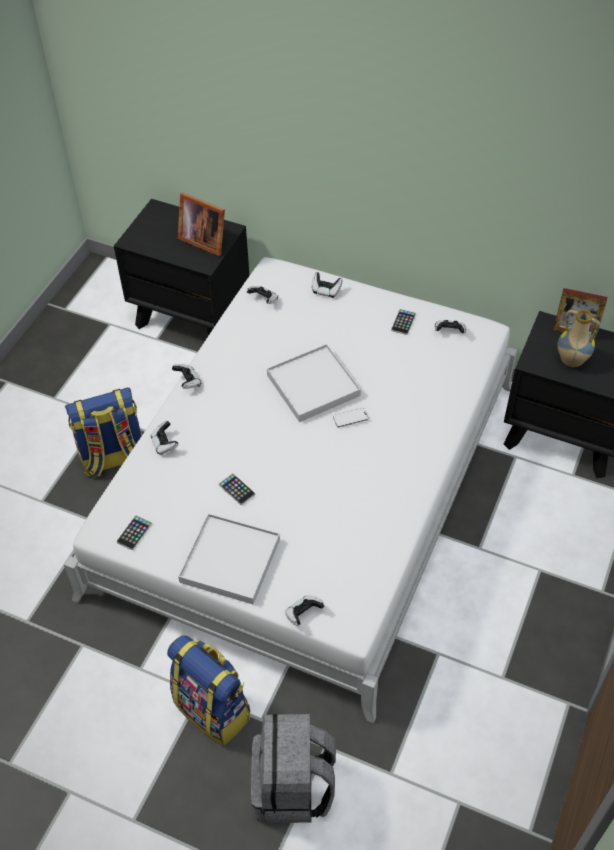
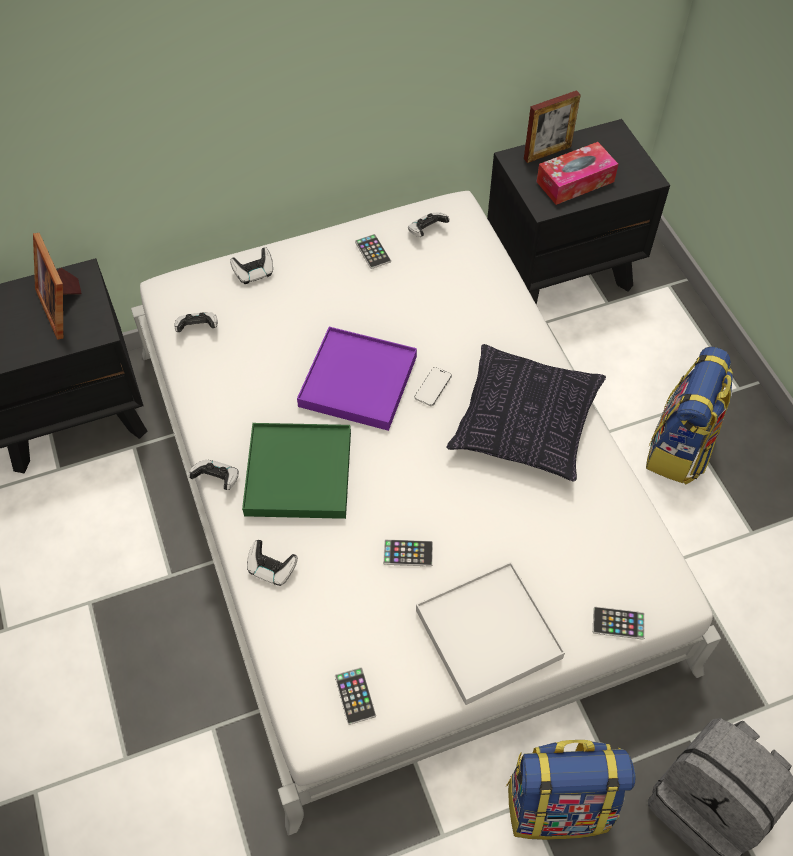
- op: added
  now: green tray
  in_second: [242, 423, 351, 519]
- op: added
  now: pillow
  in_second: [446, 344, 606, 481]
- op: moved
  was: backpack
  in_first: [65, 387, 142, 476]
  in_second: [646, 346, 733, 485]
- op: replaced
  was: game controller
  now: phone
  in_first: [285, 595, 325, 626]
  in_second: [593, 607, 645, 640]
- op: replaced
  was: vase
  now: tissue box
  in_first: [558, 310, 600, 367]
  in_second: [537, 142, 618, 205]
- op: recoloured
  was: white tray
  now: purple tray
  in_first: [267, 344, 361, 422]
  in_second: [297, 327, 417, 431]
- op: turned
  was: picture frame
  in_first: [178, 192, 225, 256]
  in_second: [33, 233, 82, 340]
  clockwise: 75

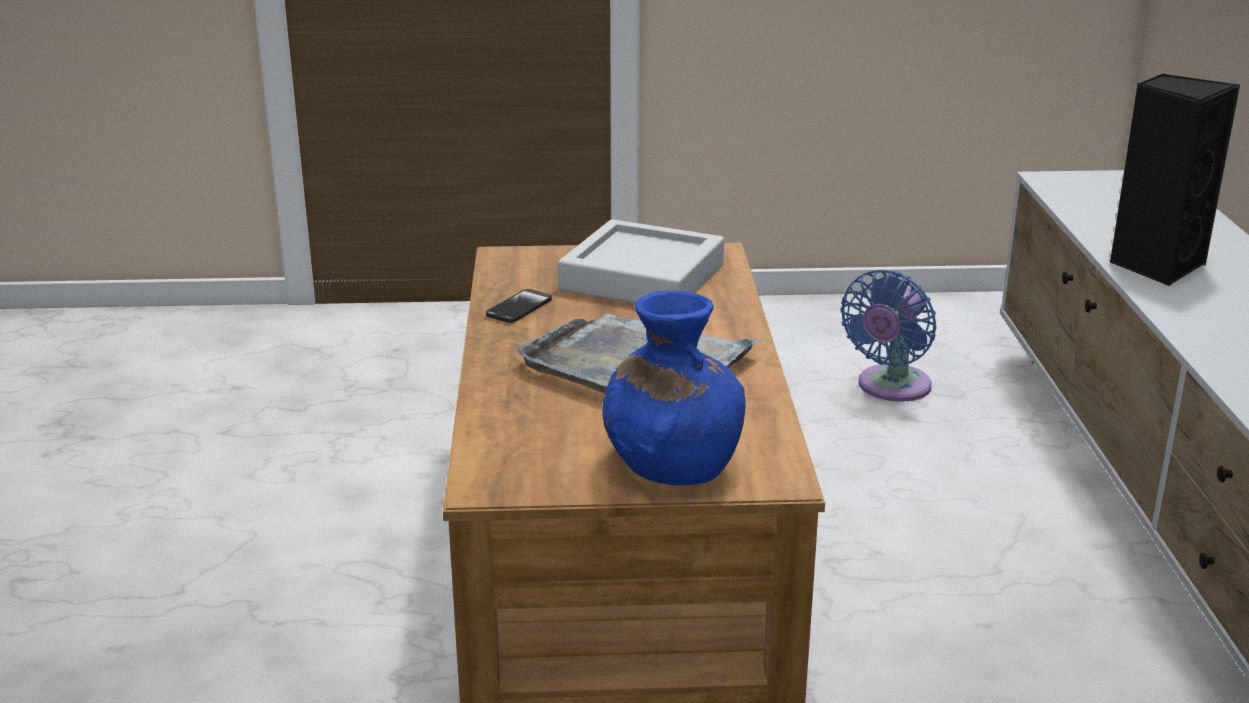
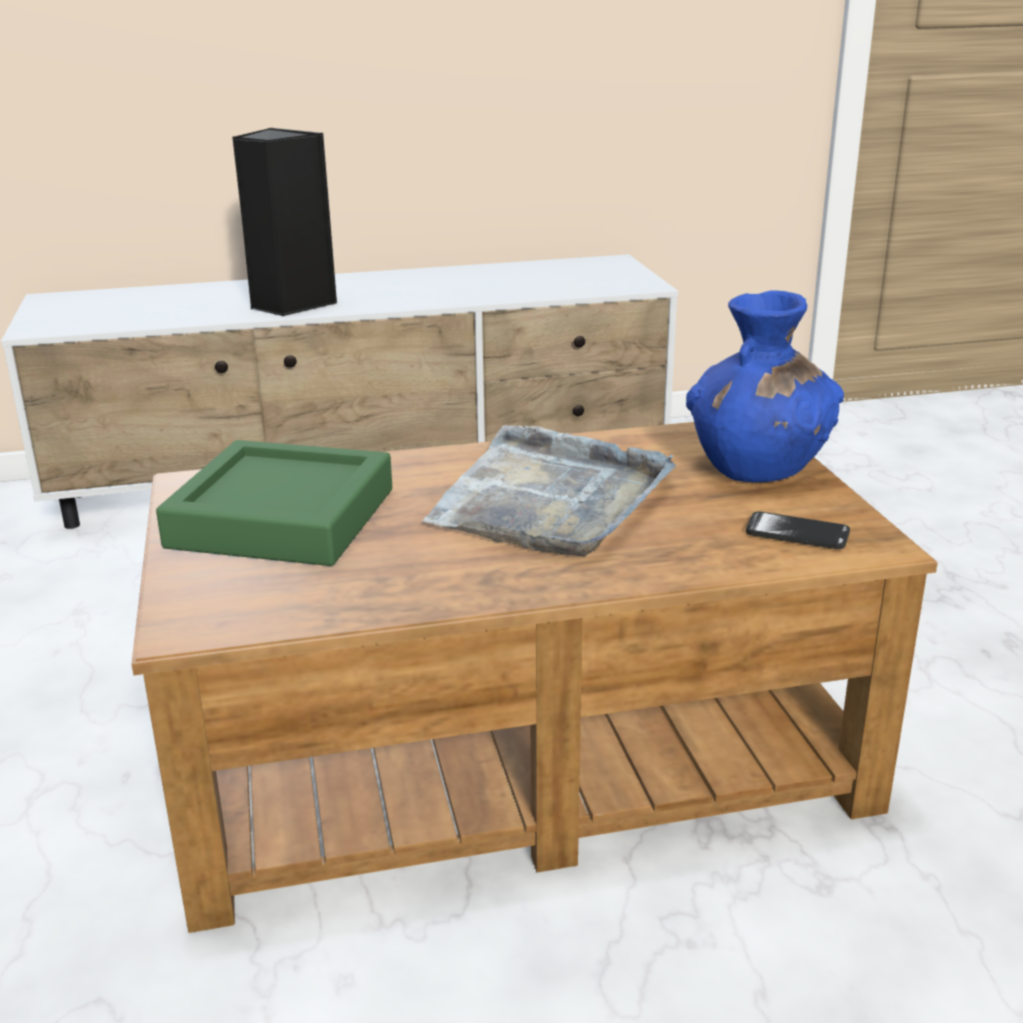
- op: removed
  was: blue fan
  in_first: [841, 270, 937, 402]
- op: moved
  was: phone
  in_first: [486, 289, 552, 323]
  in_second: [746, 512, 850, 549]
- op: recoloured
  was: grey tray
  now: green tray
  in_first: [558, 219, 724, 303]
  in_second: [156, 440, 392, 566]

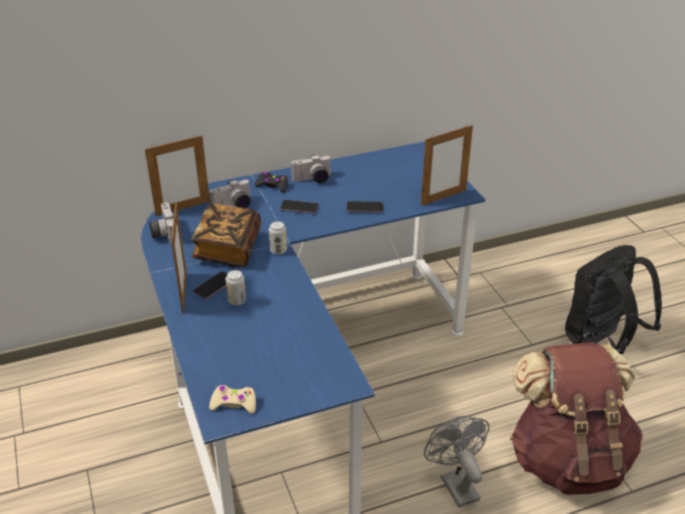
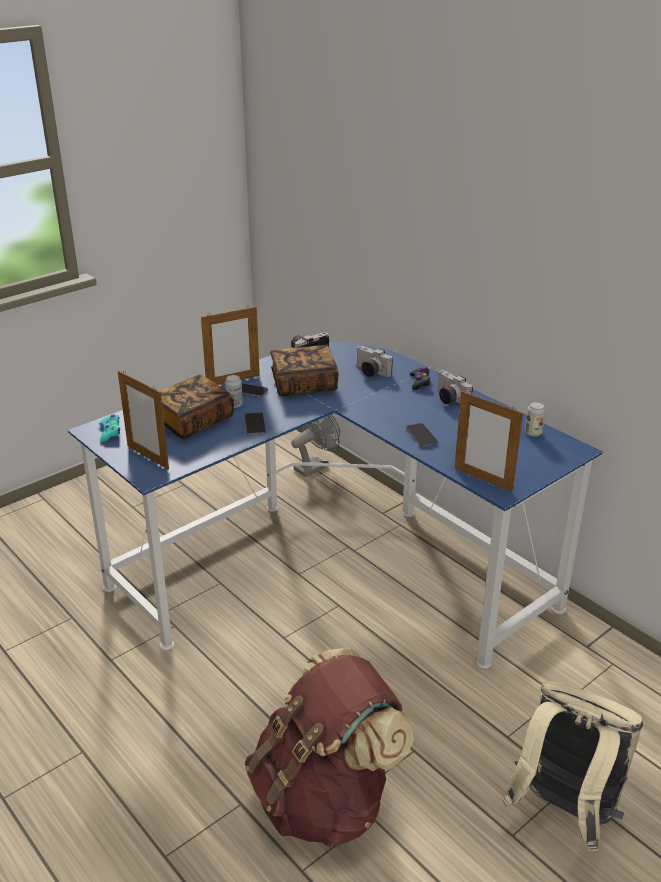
- op: added
  now: book
  in_second: [160, 375, 234, 439]
- op: moved
  was: picture frame
  in_first: [145, 135, 210, 216]
  in_second: [118, 370, 169, 470]
- op: moved
  was: can
  in_first: [269, 221, 287, 255]
  in_second: [525, 402, 546, 436]
- op: moved
  was: phone
  in_first: [280, 200, 319, 214]
  in_second: [244, 412, 266, 435]
- op: moved
  was: grey fan
  in_first: [424, 416, 490, 508]
  in_second: [291, 414, 340, 477]
- op: recoloured
  was: beige game controller
  now: turquoise game controller
  in_first: [209, 385, 256, 414]
  in_second: [99, 414, 120, 442]
- op: recoloured
  was: black backpack
  now: beige backpack
  in_first: [565, 245, 662, 354]
  in_second: [502, 681, 643, 851]

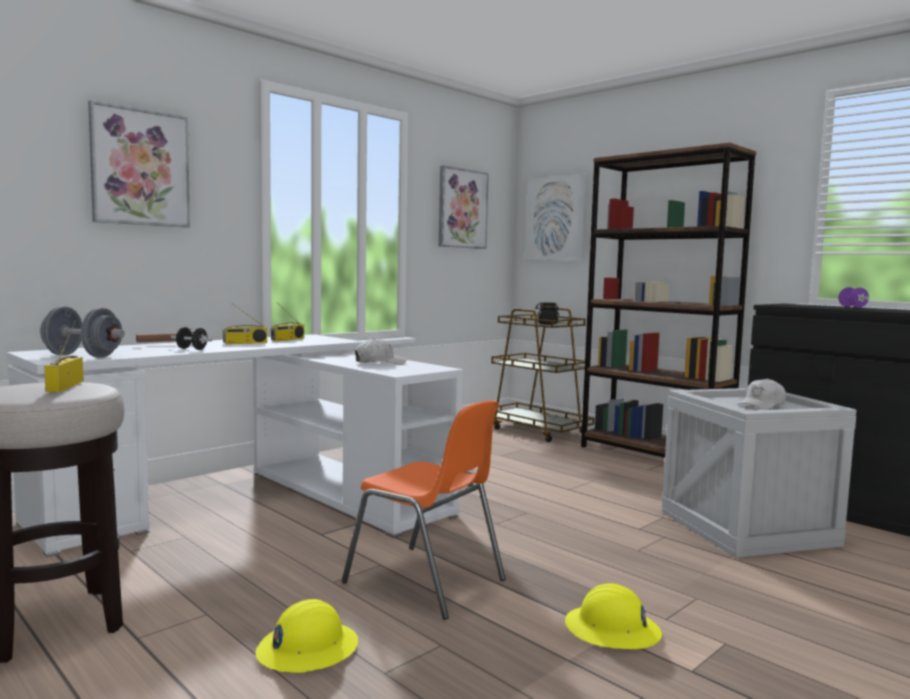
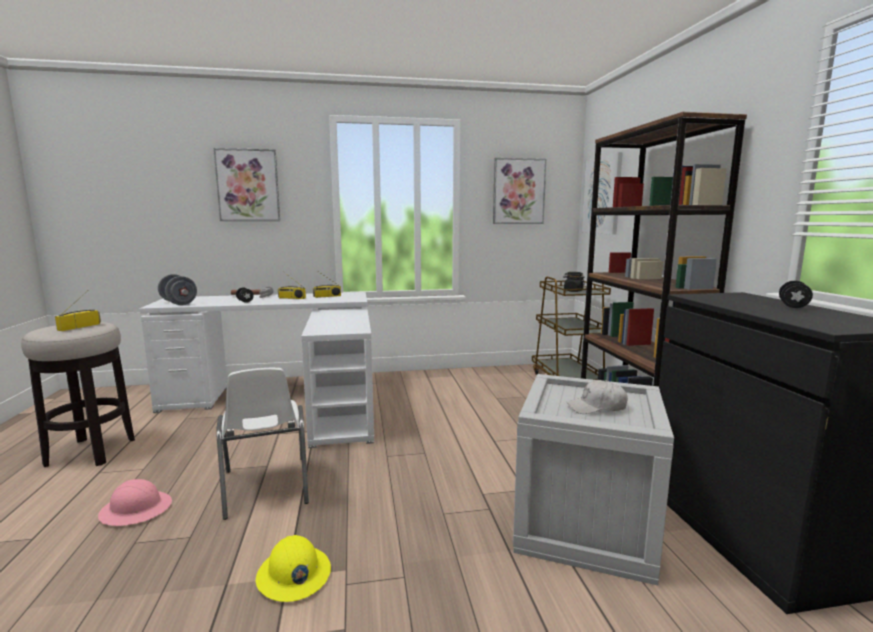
- op: removed
  was: white cap
  in_first: [355, 338, 406, 365]
- op: recoloured
  was: yellow hard hat
  now: pink hard hat
  in_first: [256, 599, 358, 672]
  in_second: [98, 479, 172, 526]
- op: recoloured
  was: orange chair
  now: white chair
  in_first: [342, 400, 506, 620]
  in_second: [216, 368, 309, 520]
- op: recoloured
  was: purple dumbbell
  now: black dumbbell
  in_first: [839, 287, 870, 308]
  in_second: [779, 281, 813, 308]

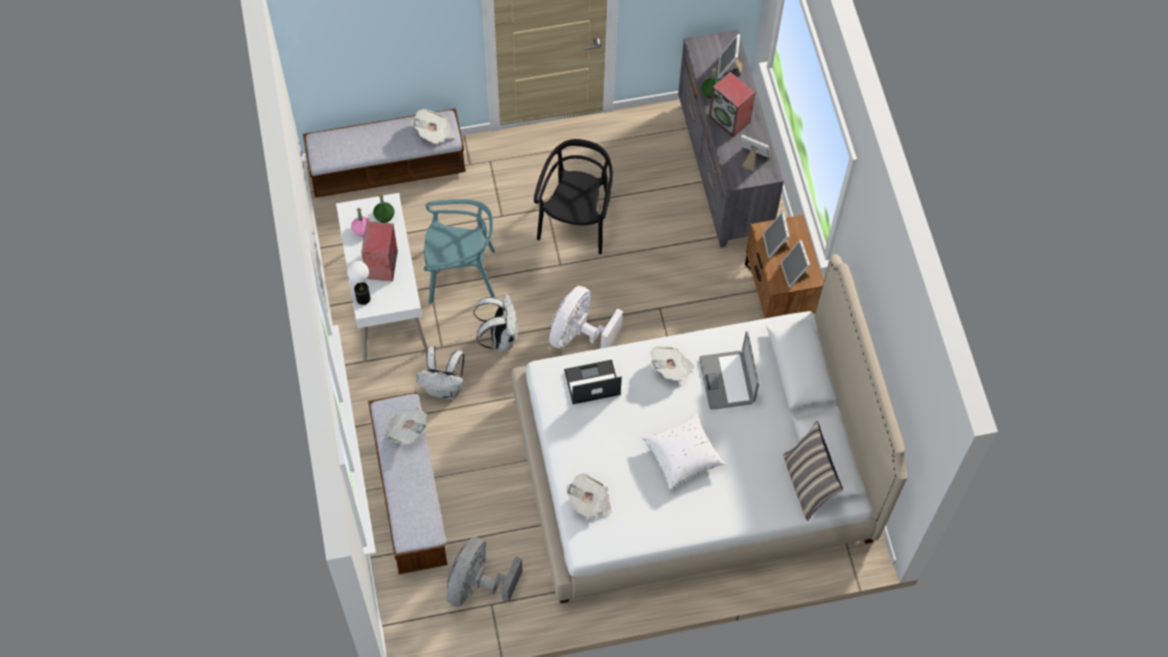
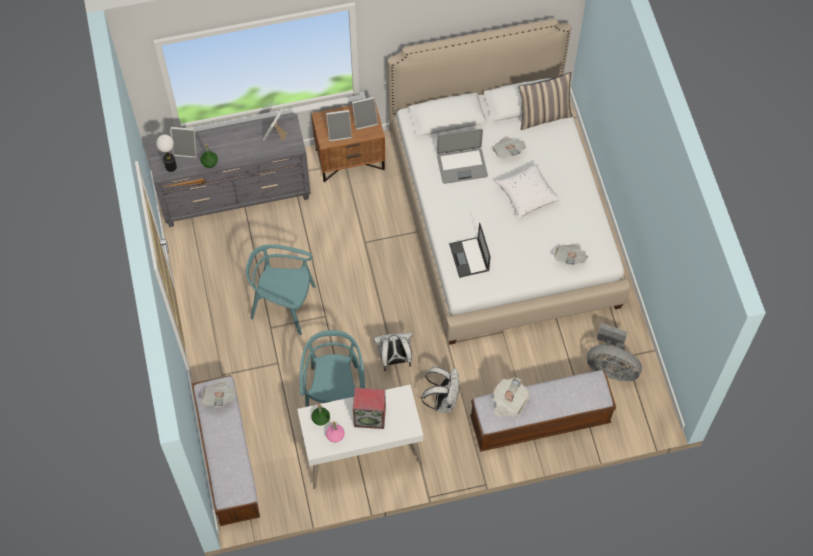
- op: removed
  was: white fan
  in_first: [549, 286, 623, 349]
- op: removed
  was: speaker
  in_first: [708, 72, 755, 137]
- op: moved
  was: table lamp
  in_first: [347, 261, 371, 305]
  in_second: [156, 135, 177, 172]
- op: moved
  was: newspaper
  in_first: [650, 346, 695, 381]
  in_second: [492, 136, 526, 158]
- op: recoloured
  was: black chair
  now: turquoise chair
  in_first: [534, 139, 613, 254]
  in_second: [246, 244, 316, 335]

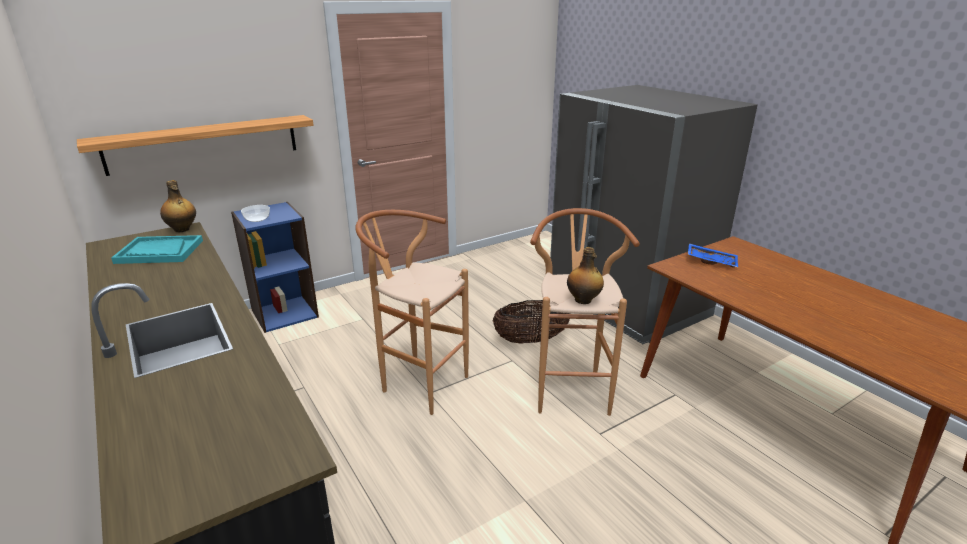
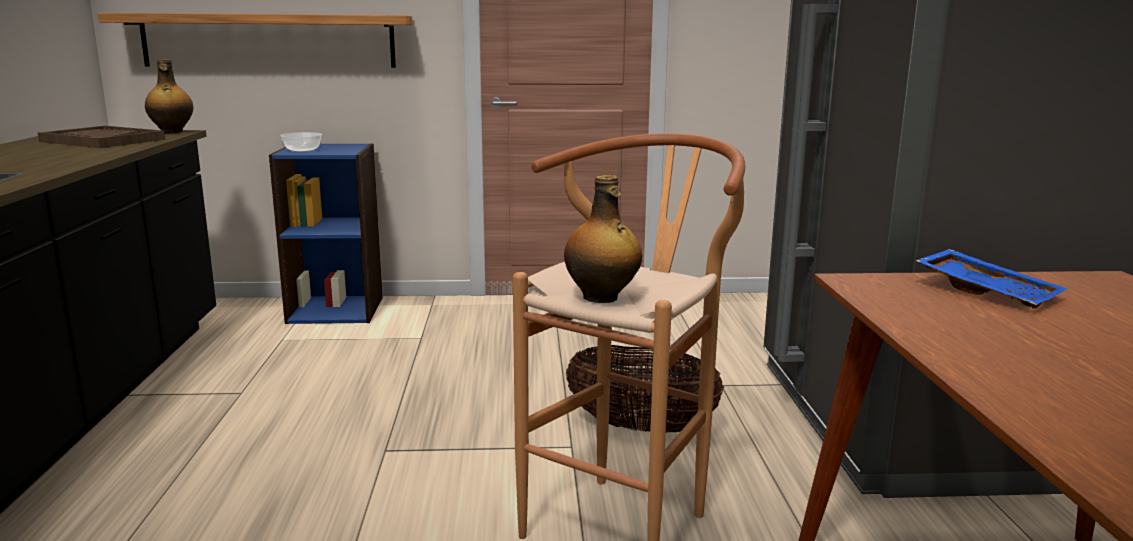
- op: removed
  was: brown stool
  in_first: [355, 210, 469, 415]
- op: recoloured
  was: turquoise tray
  now: brown tray
  in_first: [111, 235, 203, 264]
  in_second: [38, 126, 165, 148]

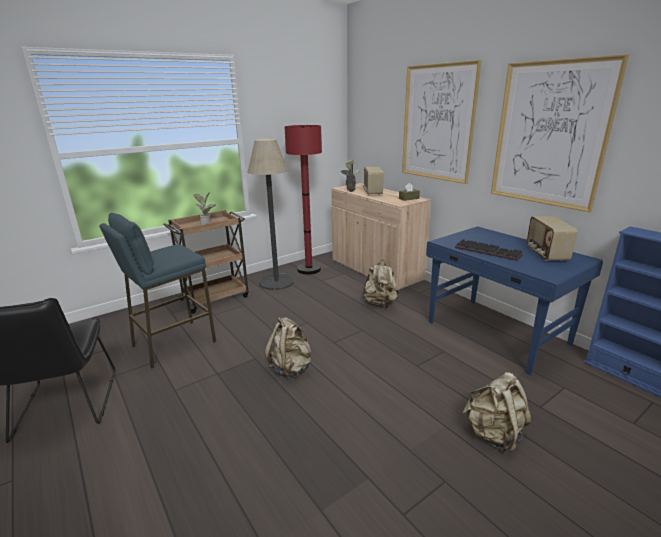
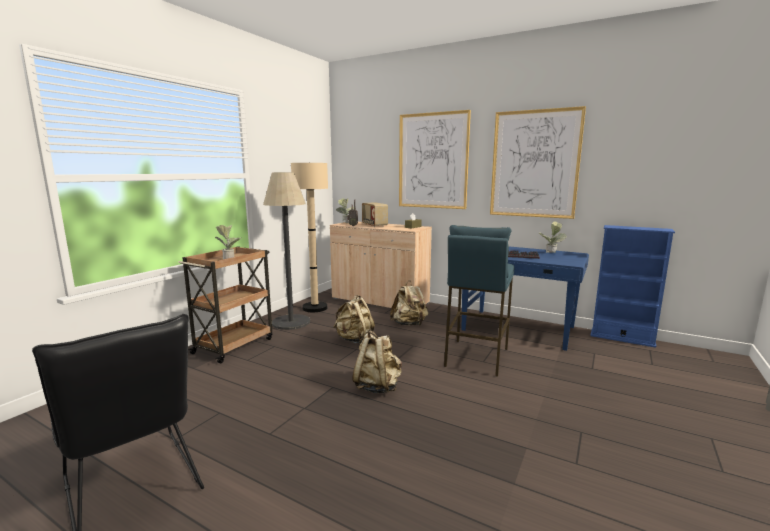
- op: moved
  was: blue stool
  in_first: [100, 213, 216, 369]
  in_second: [444, 225, 515, 377]
- op: moved
  was: beige backpack
  in_first: [462, 372, 532, 453]
  in_second: [333, 295, 375, 344]
- op: replaced
  was: radio
  now: potted plant
  in_first: [527, 216, 578, 261]
  in_second: [539, 221, 567, 253]
- op: recoloured
  was: red floor lamp
  now: beige floor lamp
  in_first: [284, 125, 322, 275]
  in_second: [291, 162, 328, 312]

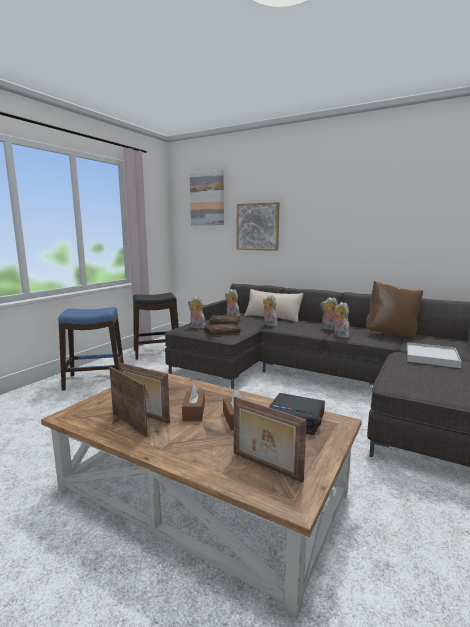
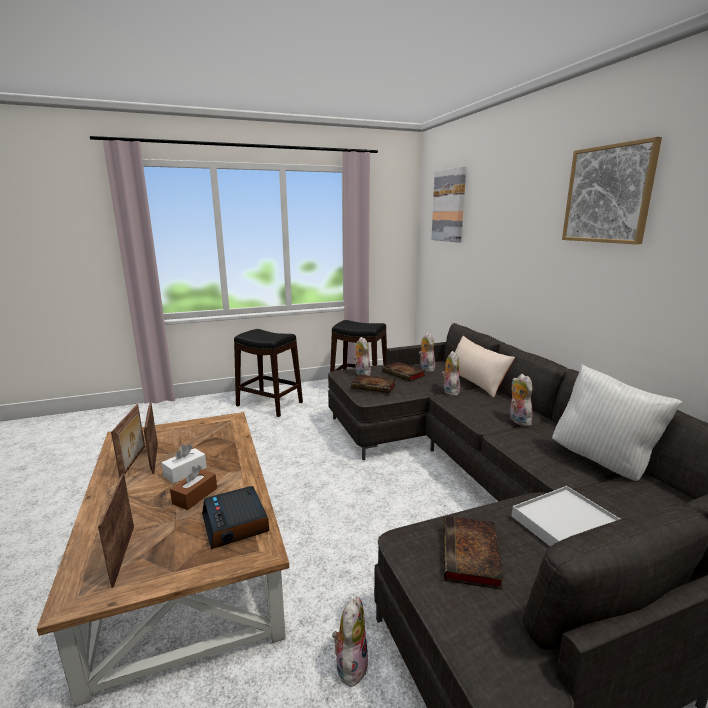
- op: added
  now: book
  in_second: [444, 516, 504, 590]
- op: moved
  was: picture
  in_first: [237, 202, 280, 251]
  in_second: [562, 137, 662, 244]
- op: moved
  was: plush toy
  in_first: [334, 302, 350, 338]
  in_second: [332, 596, 368, 687]
- op: recoloured
  was: blue stool
  now: black stool
  in_first: [58, 307, 124, 391]
  in_second: [234, 329, 303, 417]
- op: recoloured
  was: brown tissue box
  now: white tissue box
  in_first: [182, 384, 205, 421]
  in_second: [161, 444, 207, 484]
- op: recoloured
  was: brown pillow
  now: white pillow
  in_first: [366, 281, 423, 337]
  in_second: [552, 364, 682, 481]

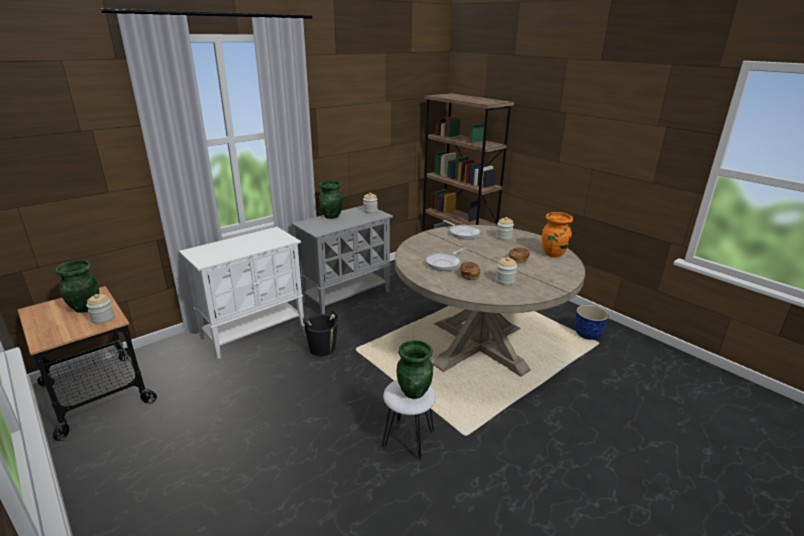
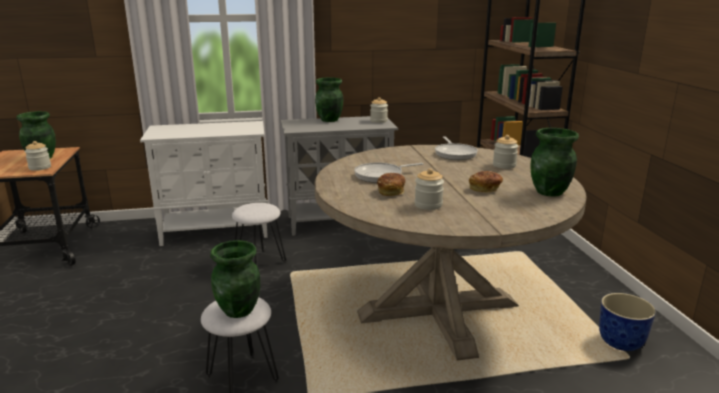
- op: replaced
  was: black bucket
  now: white stool
  in_first: [303, 310, 338, 356]
  in_second: [232, 203, 286, 265]
- op: recoloured
  was: orange vase
  now: green vase
  in_first: [542, 212, 573, 257]
  in_second: [531, 128, 579, 197]

